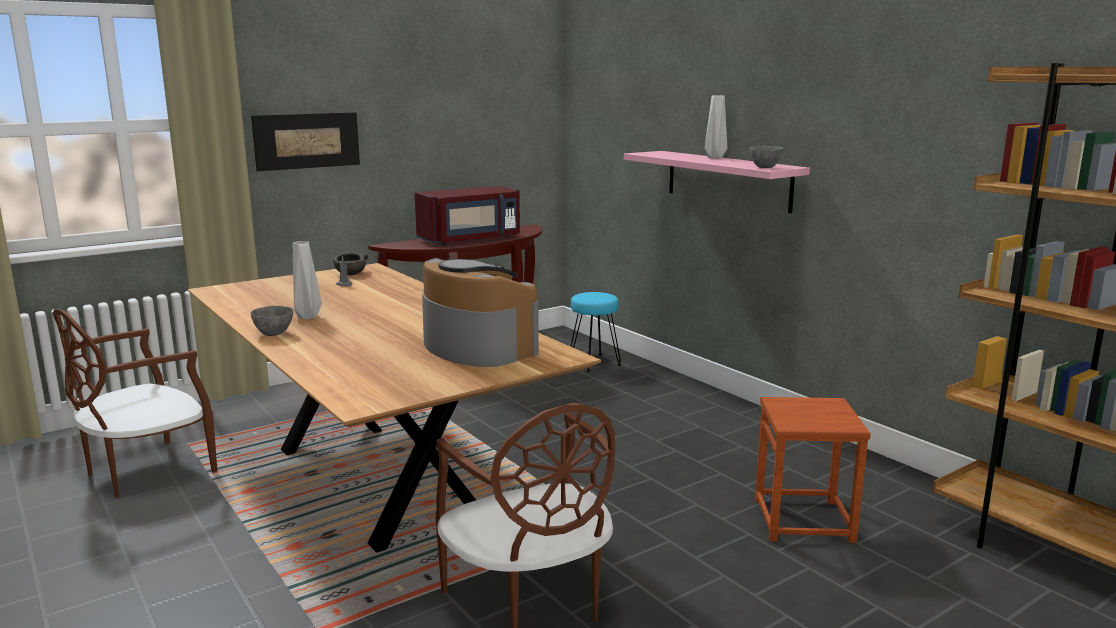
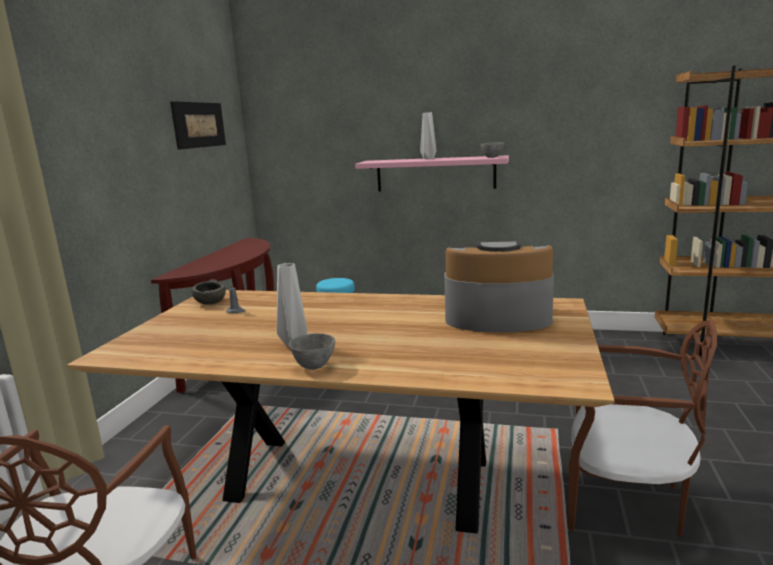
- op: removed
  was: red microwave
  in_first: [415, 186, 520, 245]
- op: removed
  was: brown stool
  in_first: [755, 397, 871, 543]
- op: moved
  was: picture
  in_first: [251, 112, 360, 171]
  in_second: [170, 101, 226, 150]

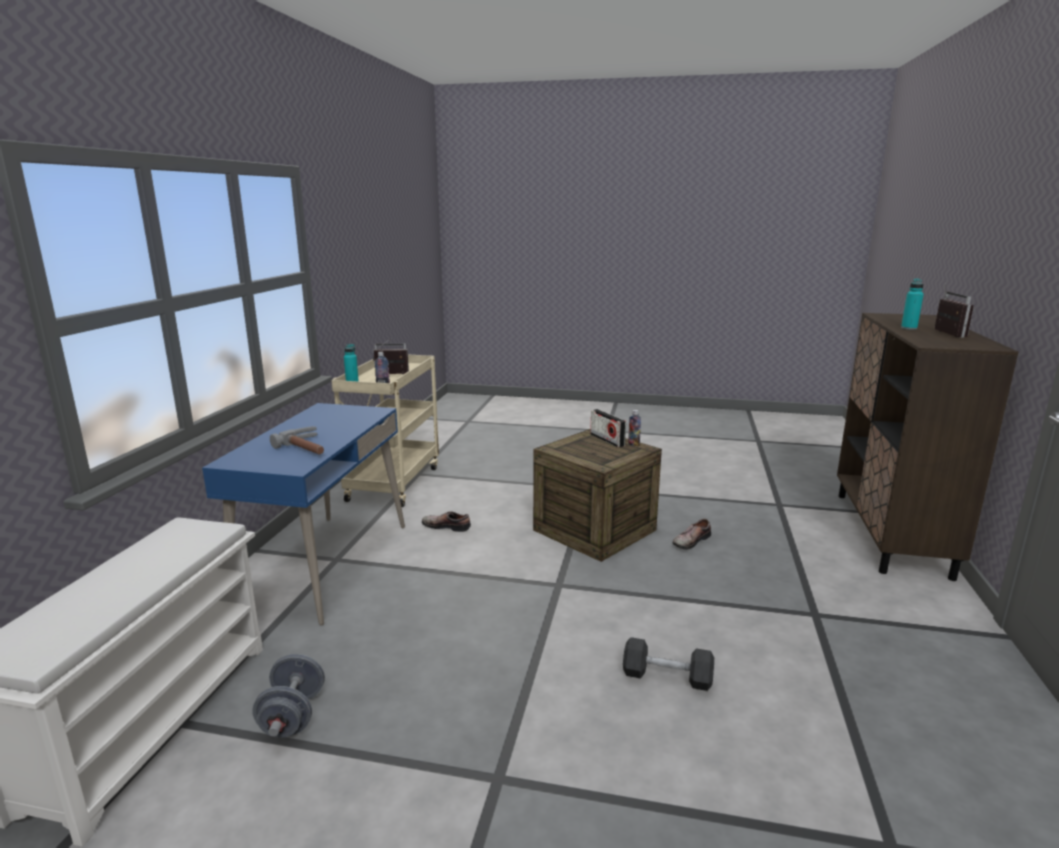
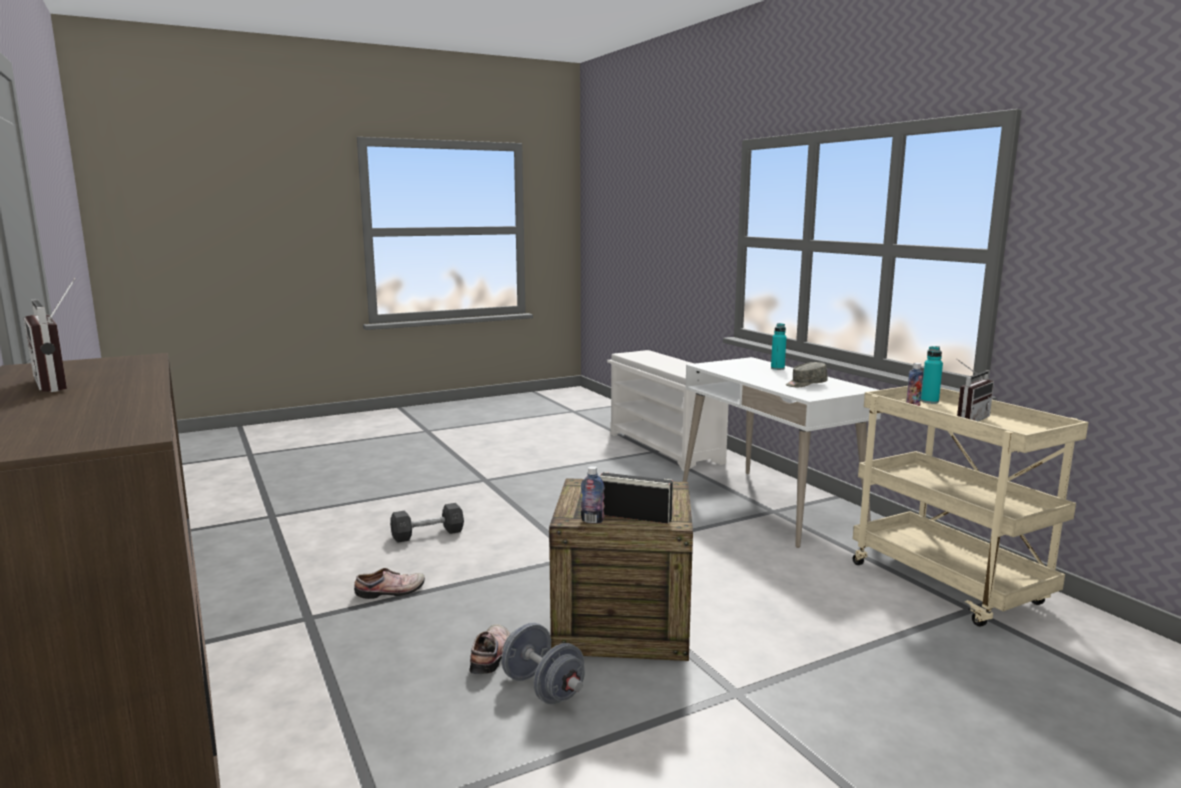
- op: removed
  was: hammer
  in_first: [270, 426, 324, 454]
- op: added
  now: grey cap
  in_second: [786, 362, 828, 387]
- op: moved
  was: grey dumbbell
  in_first: [252, 654, 325, 738]
  in_second: [502, 623, 585, 705]
- op: moved
  was: shoe
  in_first: [422, 511, 471, 532]
  in_second: [354, 568, 425, 599]
- op: moved
  was: turquoise bottle
  in_first: [901, 279, 924, 330]
  in_second: [771, 323, 787, 370]
- op: recoloured
  was: blue desk
  now: white desk
  in_first: [202, 403, 405, 625]
  in_second: [683, 357, 881, 548]

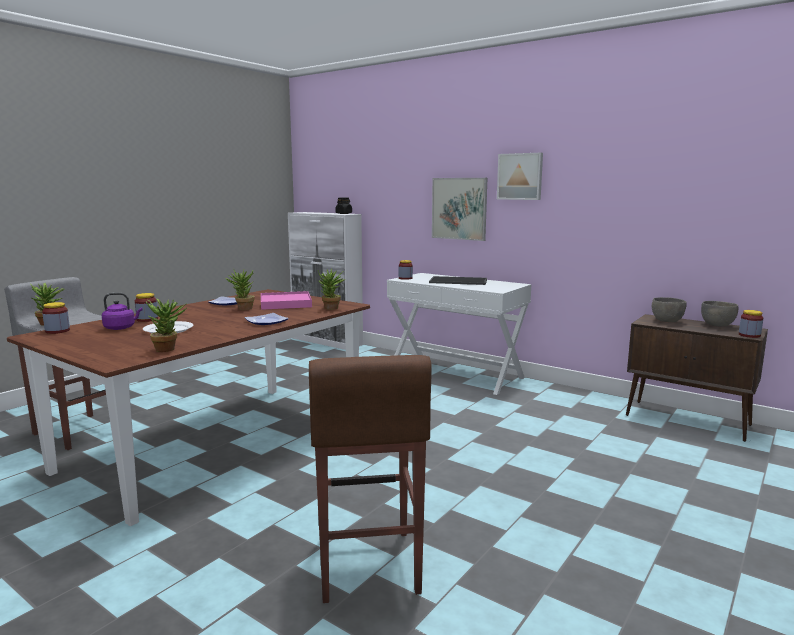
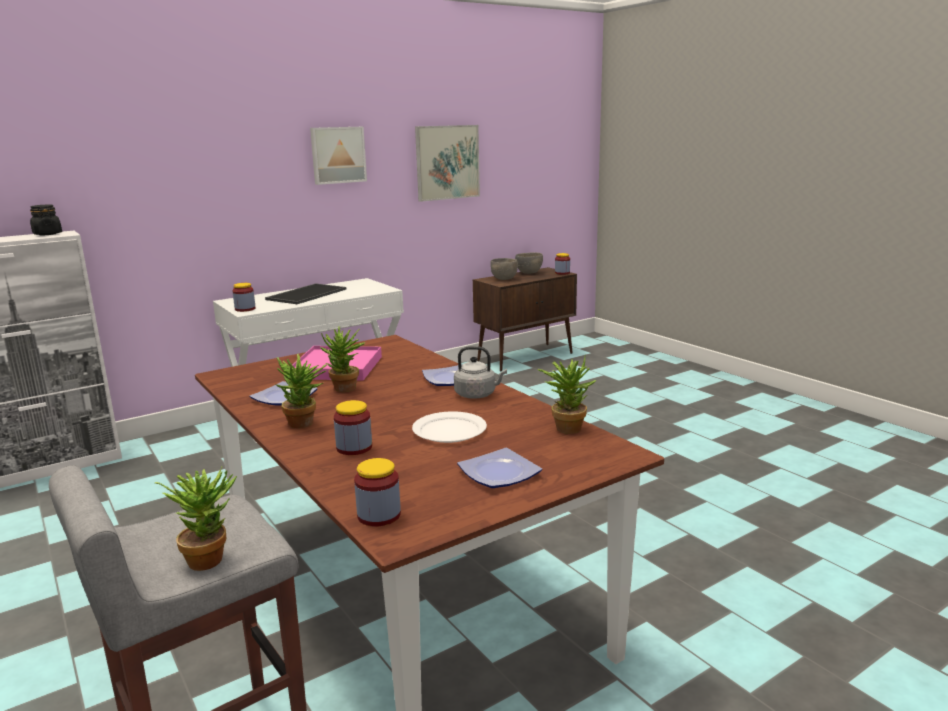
- op: removed
  was: purple kettle
  in_first: [102, 292, 142, 330]
- op: removed
  was: brown stool
  in_first: [309, 355, 432, 603]
- op: added
  now: grey kettle
  in_second: [454, 346, 507, 399]
- op: added
  now: plate
  in_second: [457, 448, 542, 488]
- op: moved
  was: potted plant
  in_first: [318, 269, 346, 310]
  in_second: [275, 354, 327, 428]
- op: moved
  was: picture
  in_first: [432, 178, 487, 241]
  in_second: [415, 125, 480, 202]

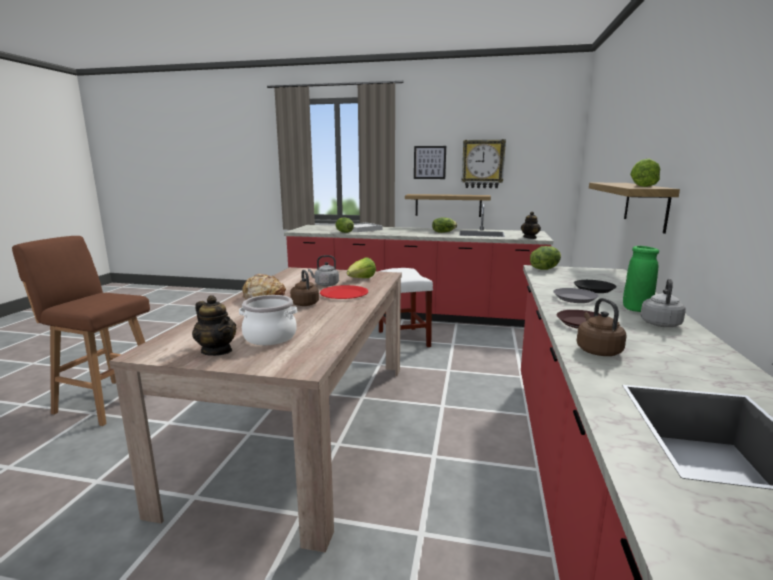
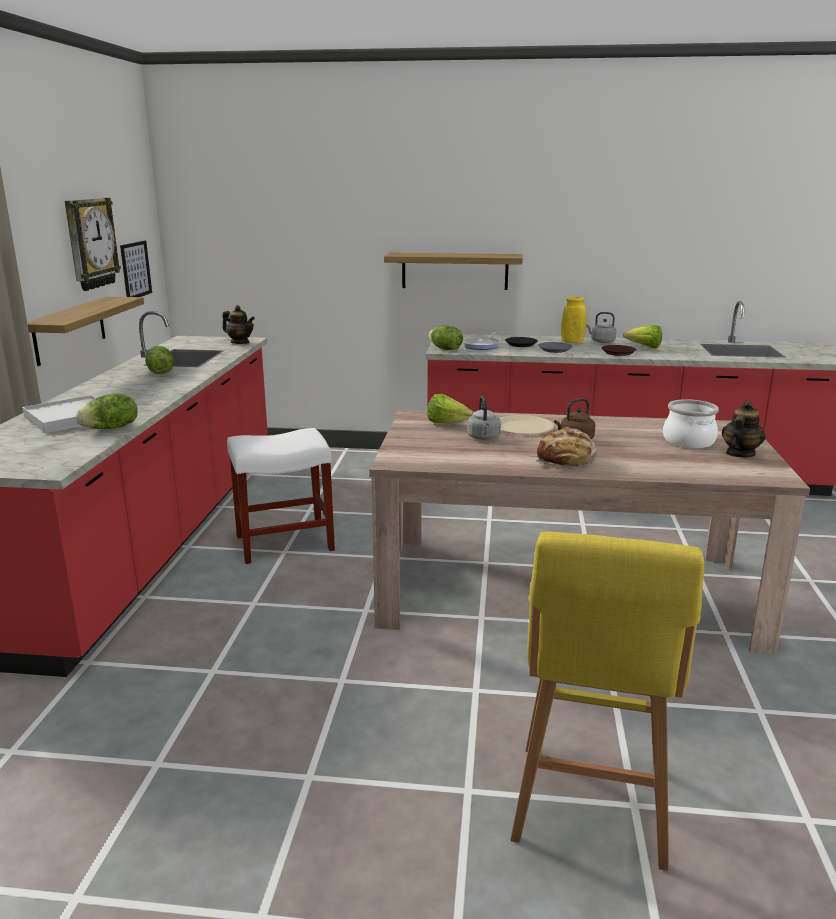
- op: removed
  was: brown kettle
  in_first: [577, 298, 627, 356]
- op: added
  now: frying pan
  in_second: [462, 333, 500, 350]
- op: moved
  was: picture
  in_first: [414, 146, 446, 179]
  in_second: [120, 241, 152, 297]
- op: moved
  was: lettuce
  in_first: [630, 159, 660, 187]
  in_second: [623, 325, 662, 348]
- op: recoloured
  was: brown stool
  now: yellow stool
  in_first: [12, 236, 150, 426]
  in_second: [510, 532, 705, 871]
- op: recoloured
  was: red plate
  now: beige plate
  in_first: [320, 285, 368, 299]
  in_second: [499, 415, 554, 435]
- op: recoloured
  was: green vase
  now: yellow vase
  in_first: [623, 246, 659, 312]
  in_second: [561, 297, 586, 343]

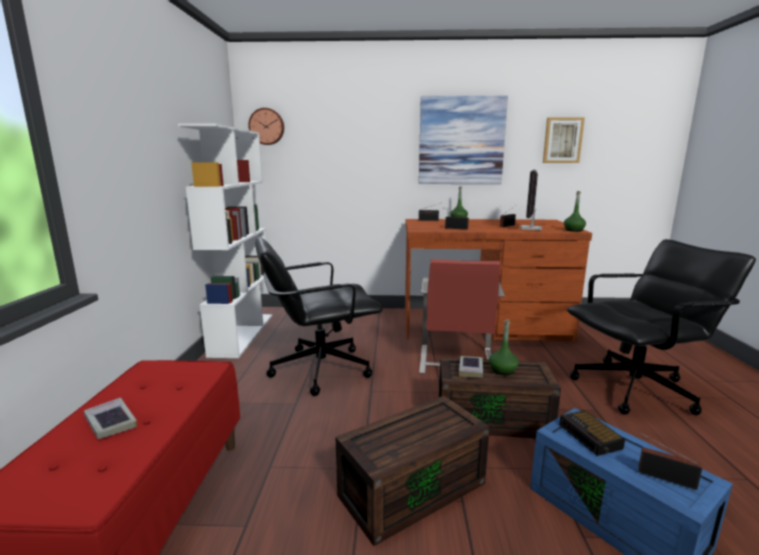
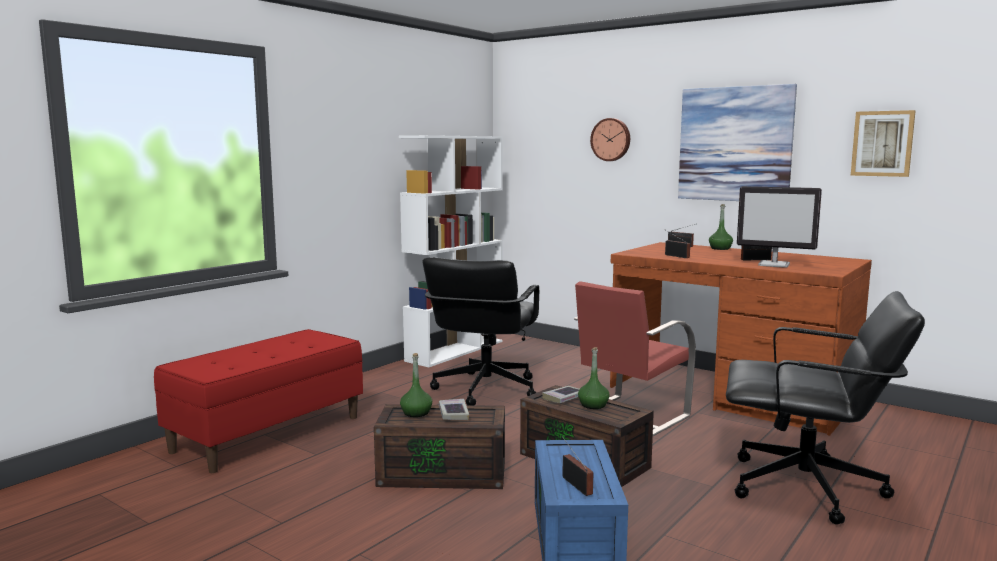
- op: removed
  was: alarm clock
  in_first: [559, 410, 625, 456]
- op: moved
  was: book
  in_first: [84, 398, 137, 439]
  in_second: [439, 399, 469, 420]
- op: moved
  was: wall clock
  in_first: [248, 108, 284, 145]
  in_second: [590, 118, 630, 161]
- op: moved
  was: green bottle
  in_first: [564, 191, 586, 232]
  in_second: [400, 353, 432, 417]
- op: turned
  was: black office chair
  in_first: [255, 237, 382, 396]
  in_second: [423, 257, 539, 405]
  clockwise: -90
- op: turned
  was: monitor
  in_first: [520, 170, 542, 230]
  in_second: [737, 186, 822, 268]
  clockwise: -120

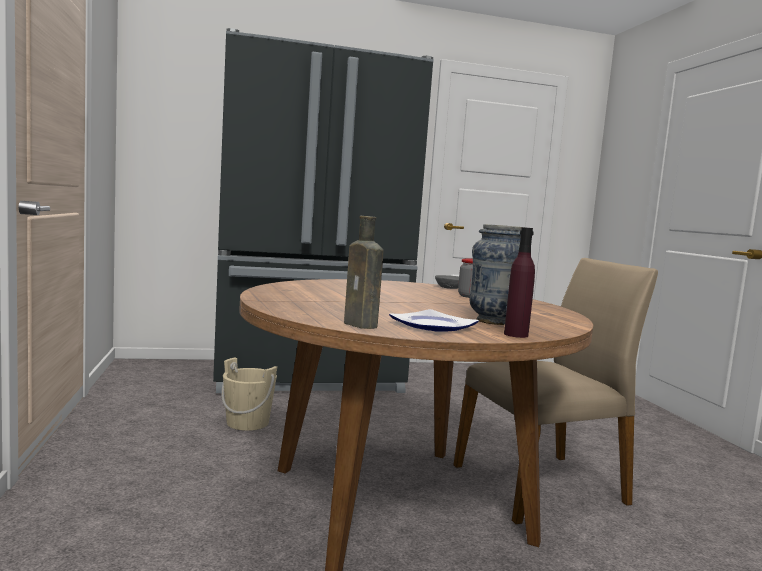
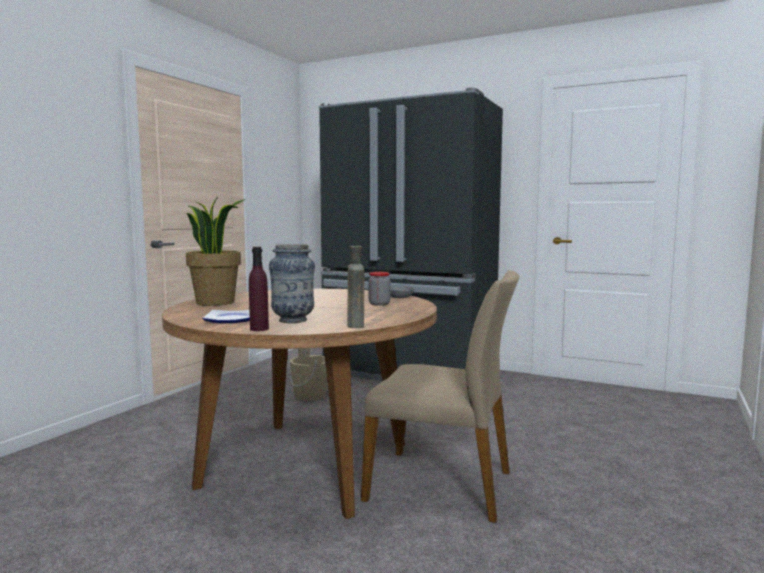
- op: added
  now: potted plant
  in_second: [186, 197, 245, 306]
- op: moved
  was: brown bottle
  in_first: [344, 216, 383, 329]
  in_second: [347, 246, 365, 328]

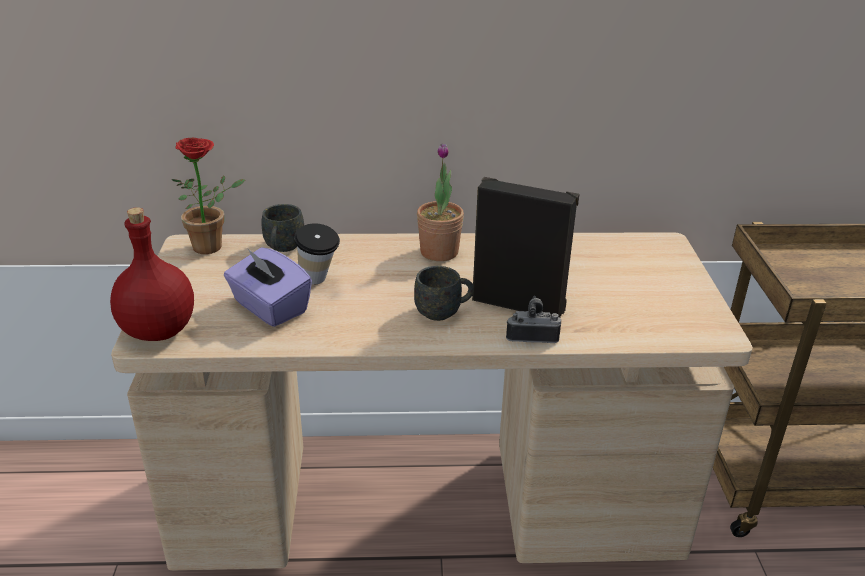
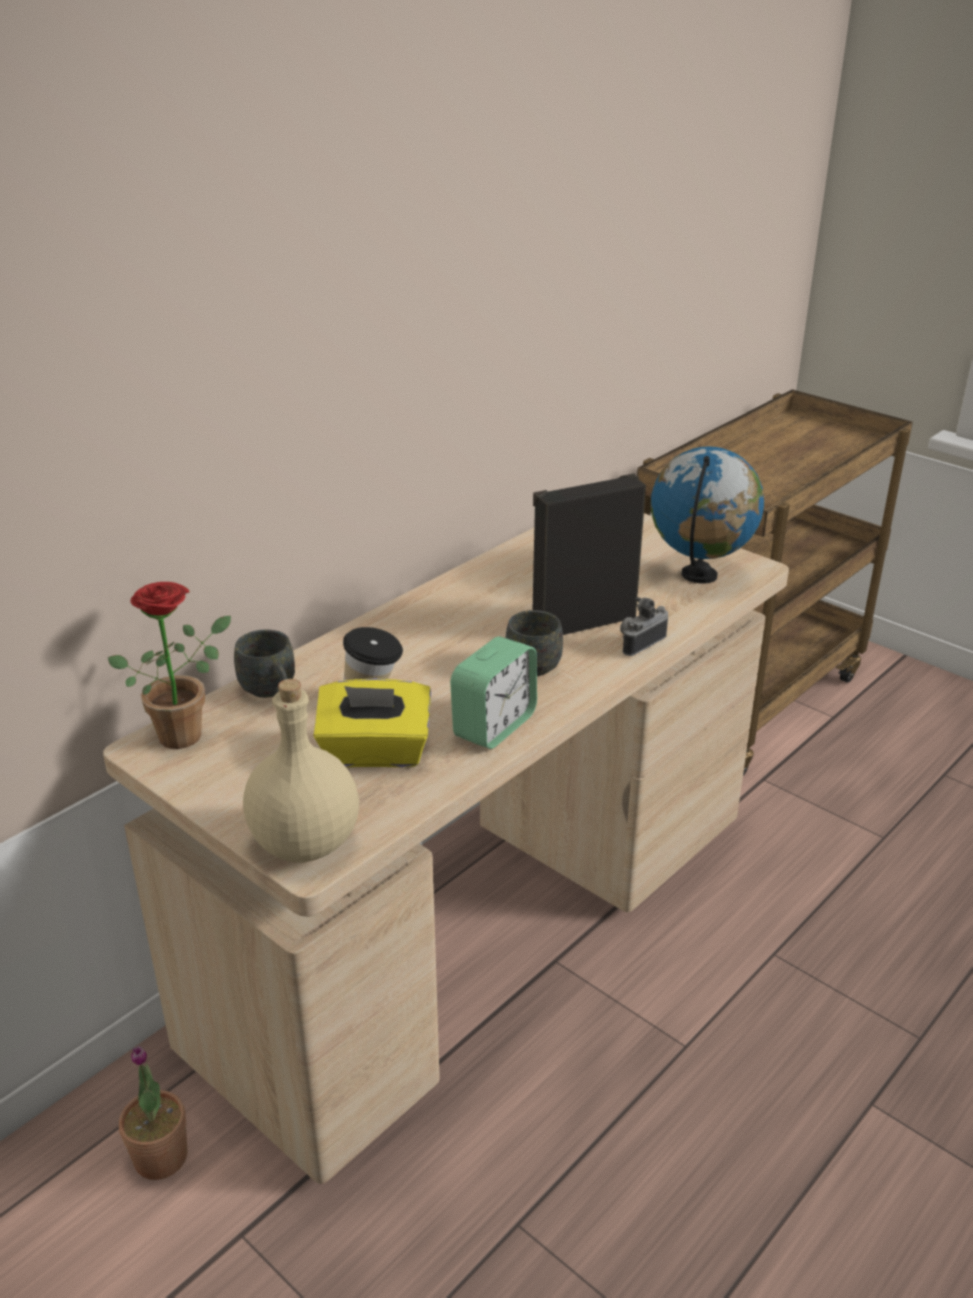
- op: added
  now: alarm clock
  in_second: [450, 636, 537, 749]
- op: added
  now: globe
  in_second: [651, 446, 764, 584]
- op: moved
  was: potted plant
  in_first: [417, 144, 464, 261]
  in_second: [119, 1046, 187, 1180]
- op: recoloured
  was: red bottle
  now: beige bottle
  in_first: [110, 207, 194, 341]
  in_second: [243, 679, 359, 863]
- op: recoloured
  was: purple tissue box
  now: yellow tissue box
  in_first: [224, 247, 312, 327]
  in_second: [314, 678, 431, 767]

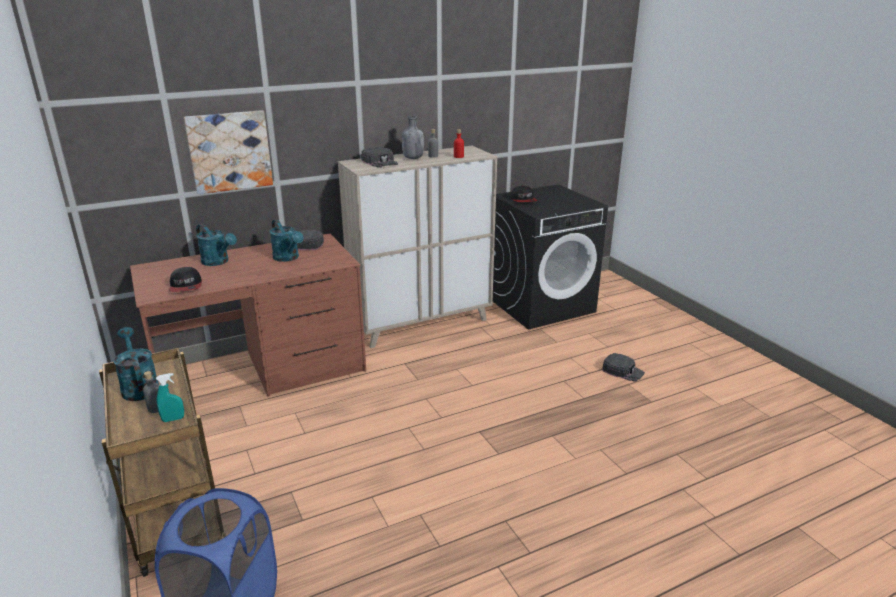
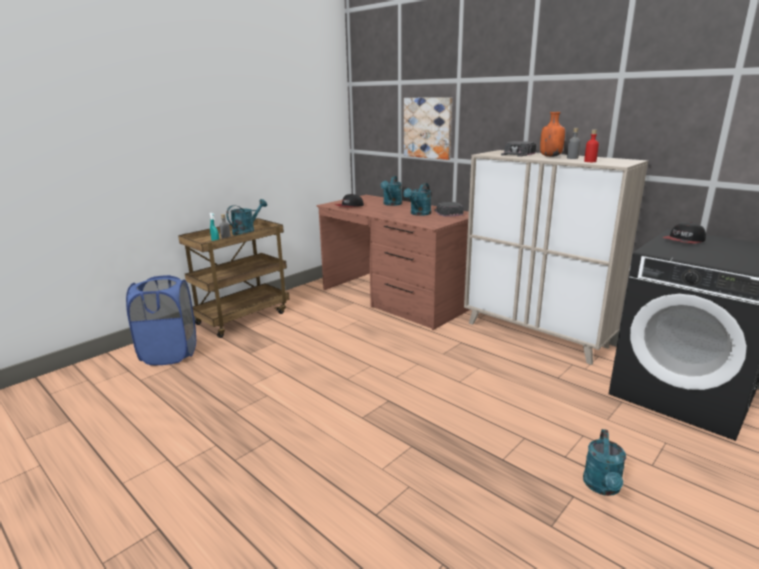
- op: replaced
  was: black cap
  now: turquoise watering can
  in_first: [602, 353, 645, 382]
  in_second: [583, 429, 626, 496]
- op: recoloured
  was: grey bottle
  now: orange bottle
  in_first: [402, 116, 424, 159]
  in_second: [540, 112, 565, 157]

